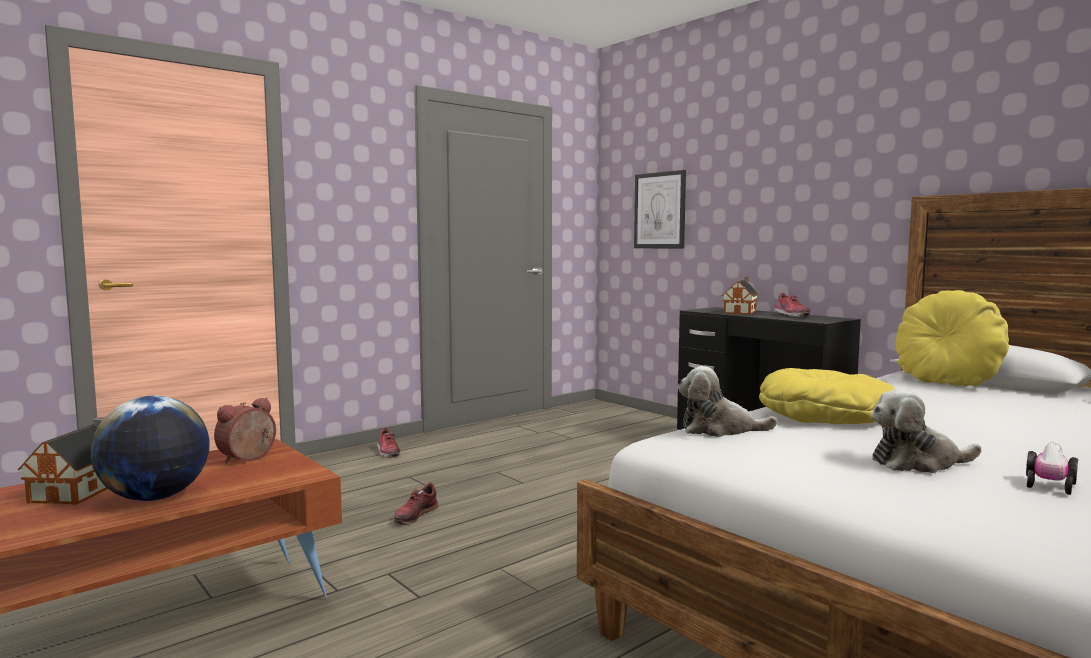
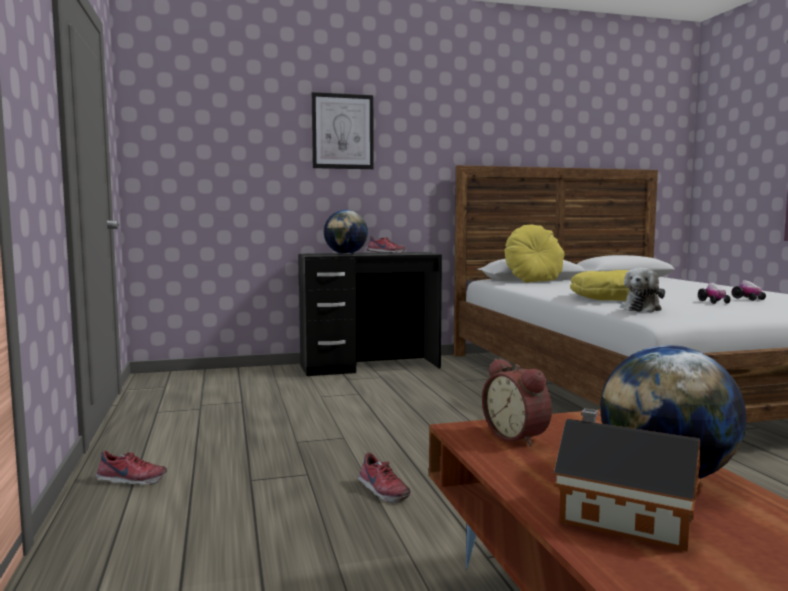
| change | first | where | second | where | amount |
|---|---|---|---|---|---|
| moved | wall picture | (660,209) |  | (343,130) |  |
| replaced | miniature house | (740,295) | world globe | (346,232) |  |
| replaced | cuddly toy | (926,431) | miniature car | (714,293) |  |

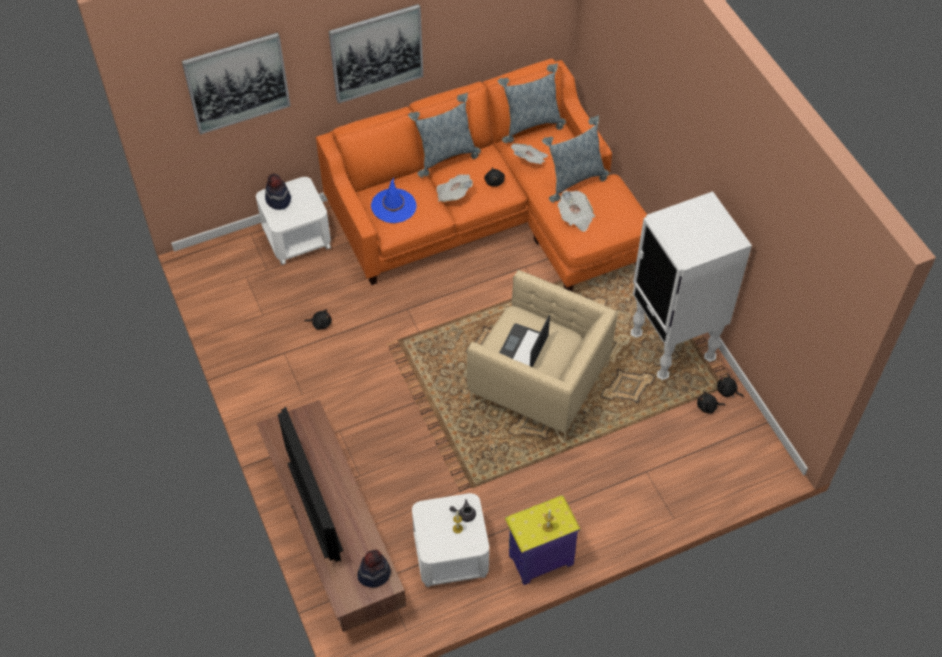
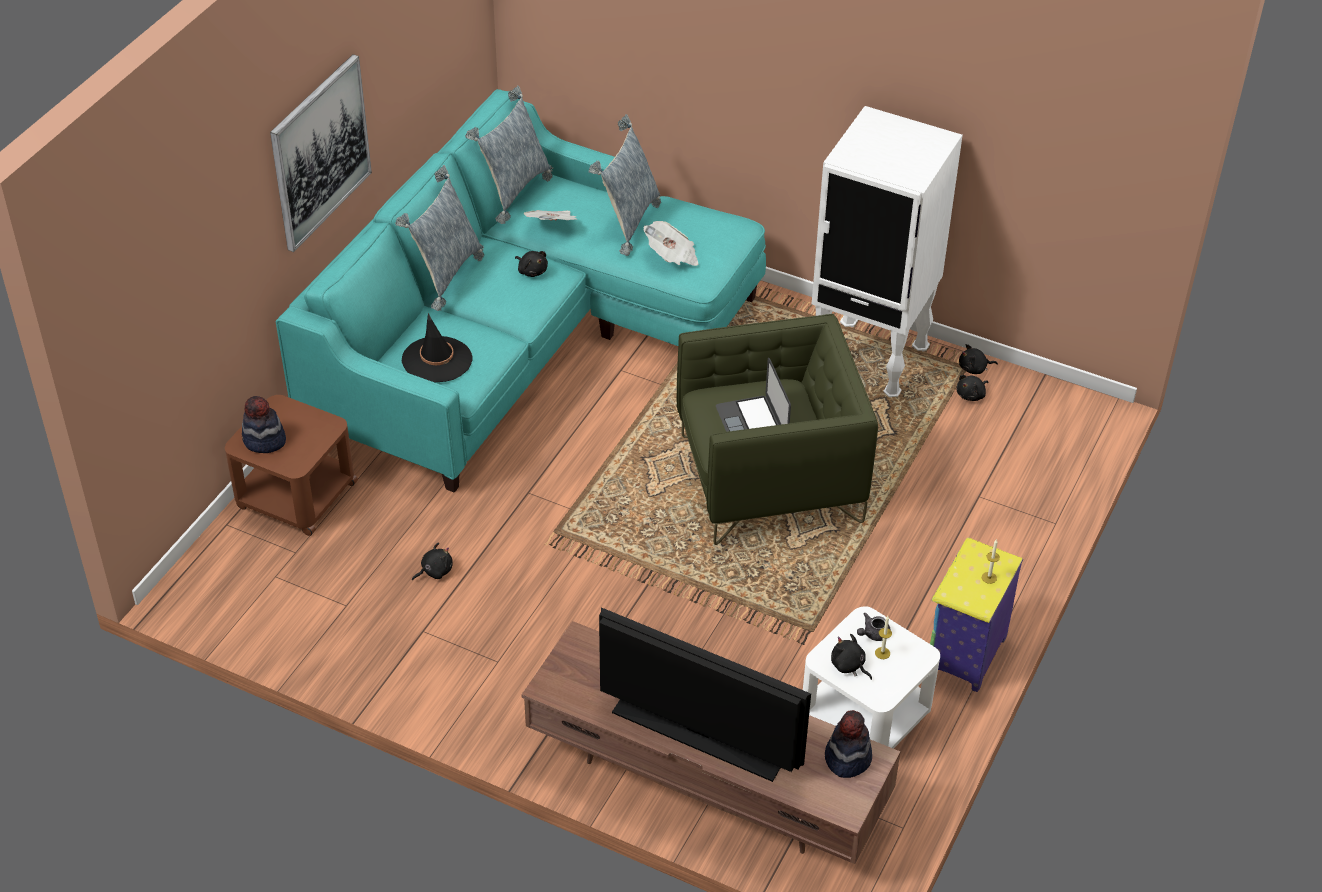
| change | first | where | second | where | amount |
|---|---|---|---|---|---|
| recoloured | white-coloured end table | (293,220) | brownish end table | (291,465) |  |
| recoloured | orange-coloured couch | (481,175) | turquoise couch | (521,291) |  |
| recoloured | blue-coloured wearable hat | (394,200) | black-coloured wearable hat | (437,347) |  |
| recoloured | beige lounge chair | (542,356) | green lounge chair | (777,429) |  |
| added |  |  | black-coloured cuddly toy | (851,657) |  |
| removed | wall picture | (236,83) |  |  |  |
| removed | printed paper | (454,188) |  |  |  |

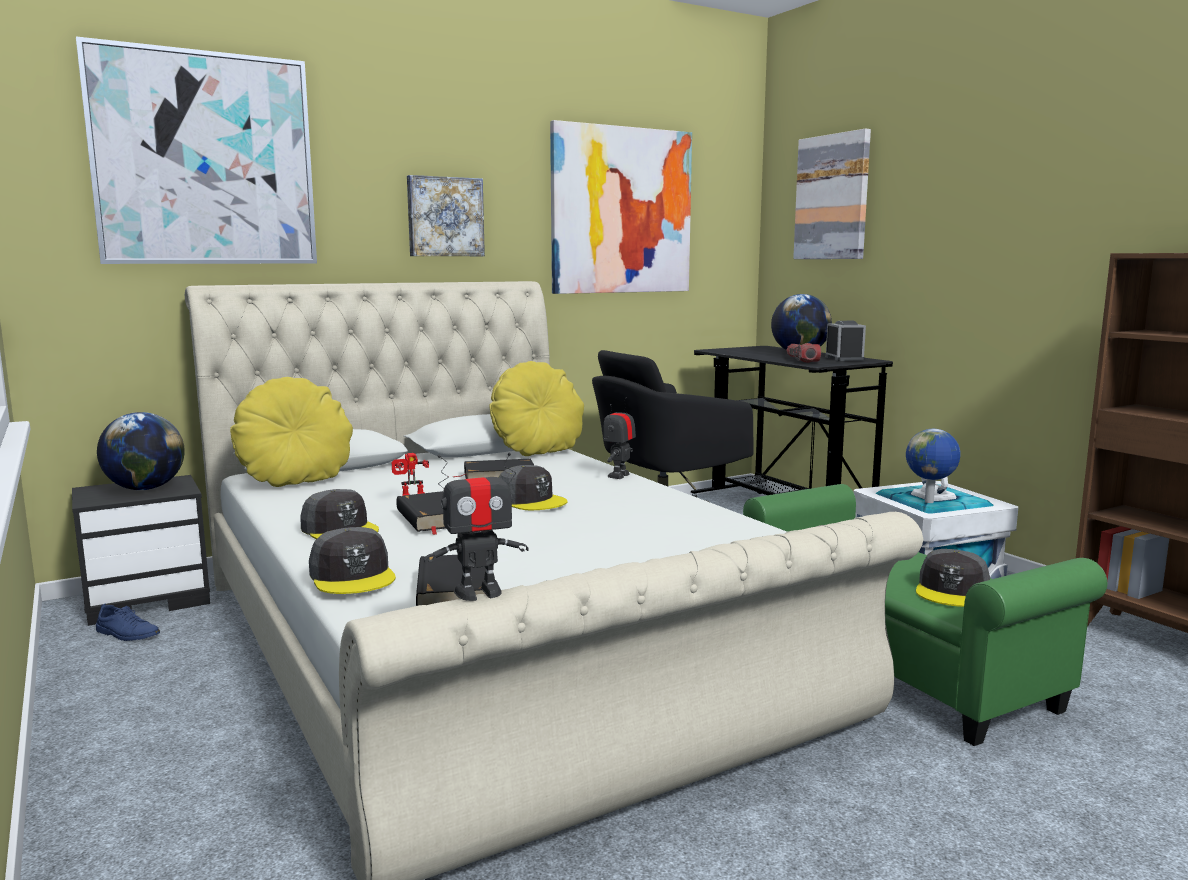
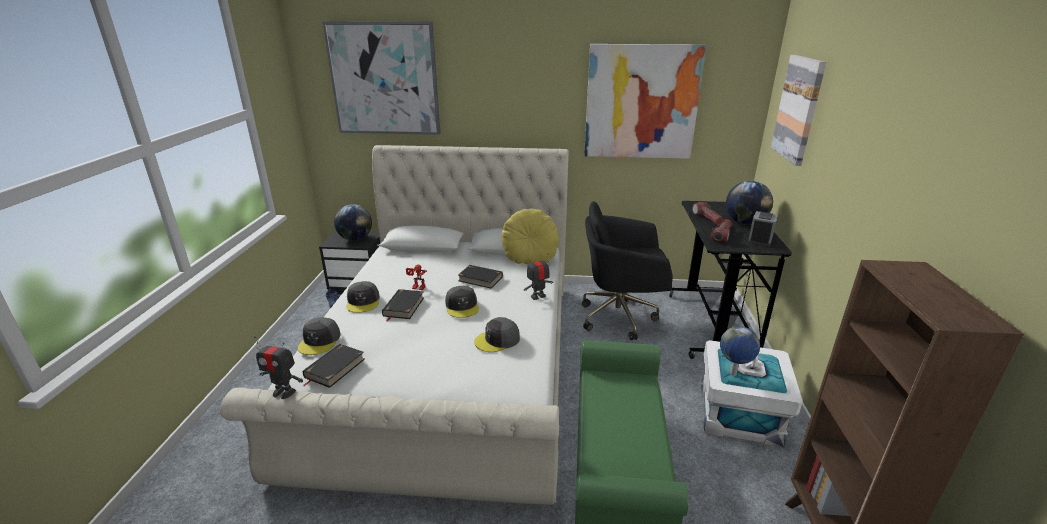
| change | first | where | second | where | amount |
|---|---|---|---|---|---|
| moved | gray cap | (953,578) |  | (497,334) |  |
| added |  |  | hand torch | (708,213) |  |
| removed | yellow pillow | (291,432) |  |  |  |
| removed | wall picture | (446,215) |  |  |  |

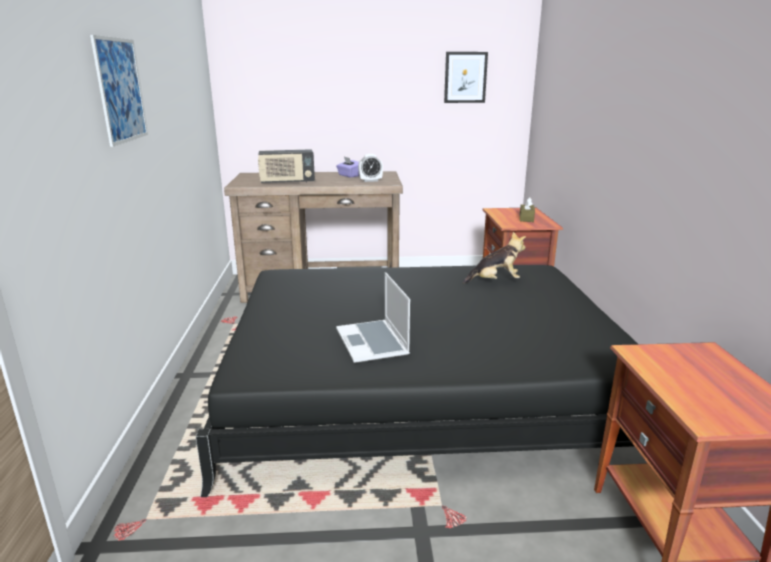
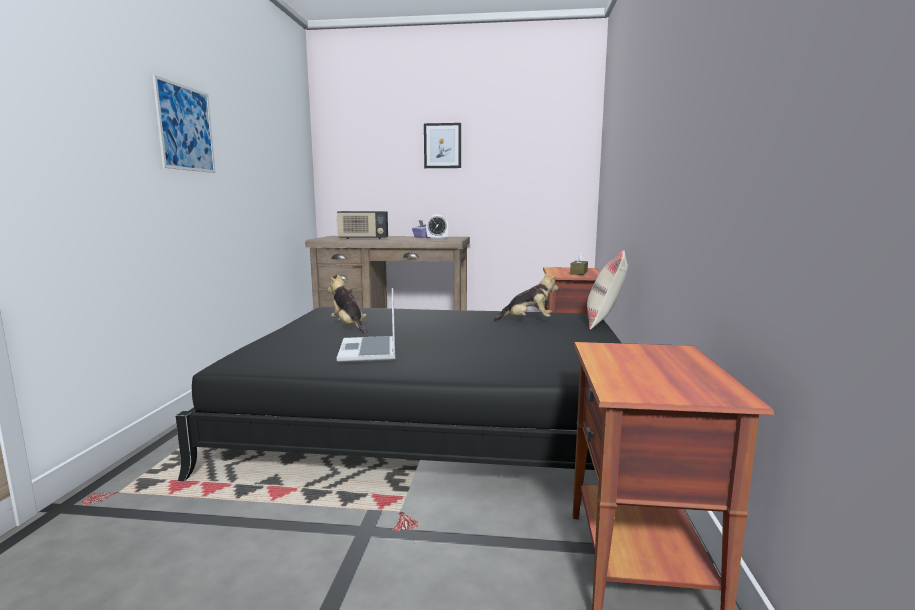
| change | first | where | second | where | amount |
|---|---|---|---|---|---|
| added |  |  | cuddly toy | (348,304) |  |
| moved | wall picture | (466,77) |  | (442,145) |  |
| added |  |  | beige pillow | (607,290) |  |

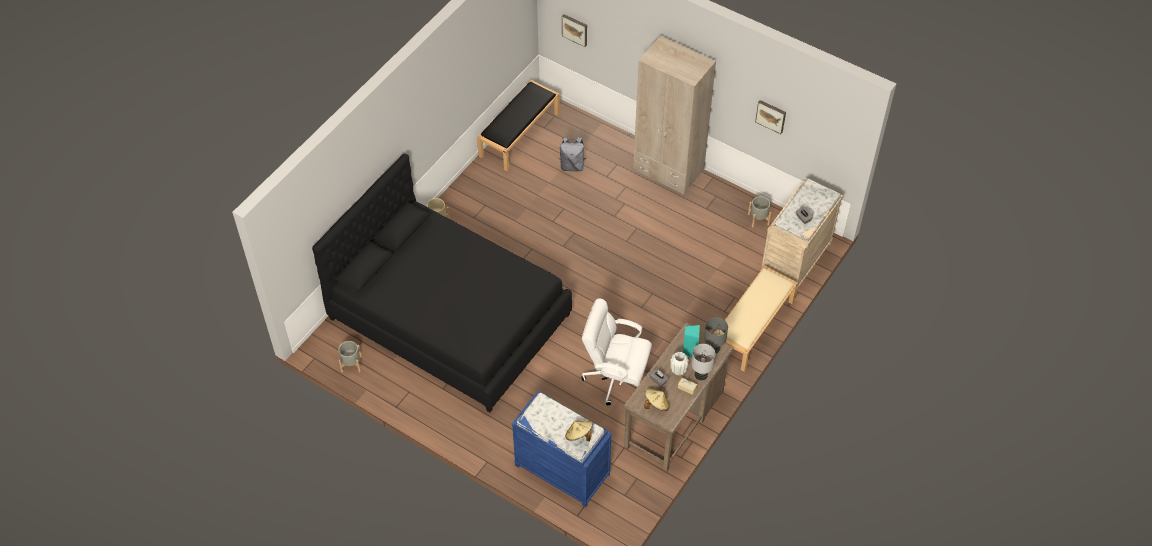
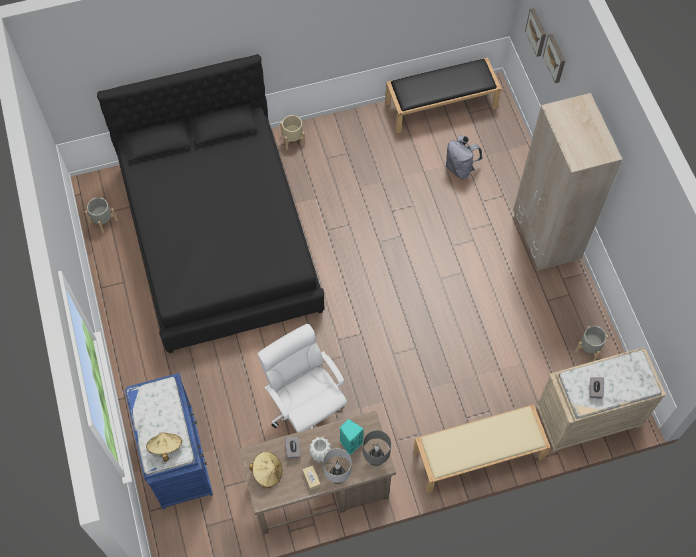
| change | first | where | second | where | amount |
|---|---|---|---|---|---|
| moved | wall picture | (770,117) |  | (554,58) |  |

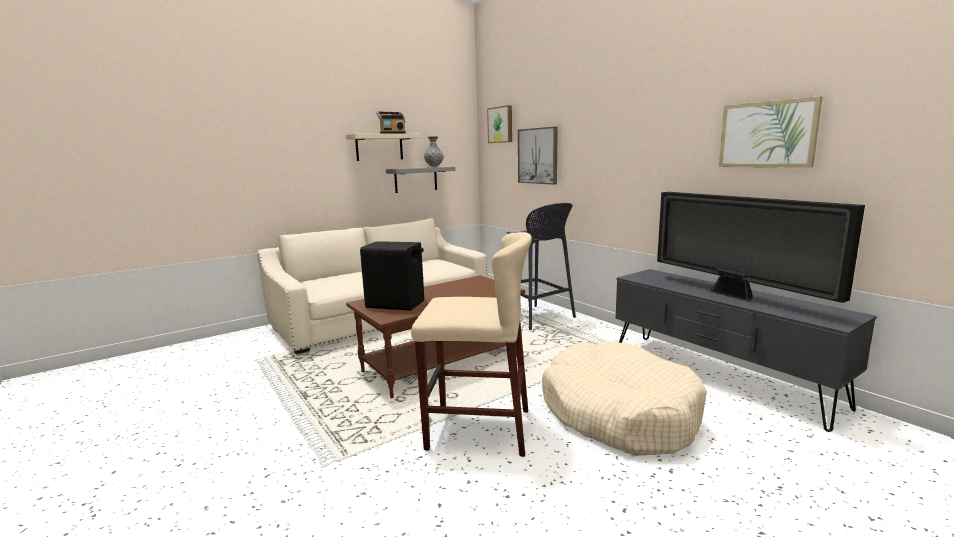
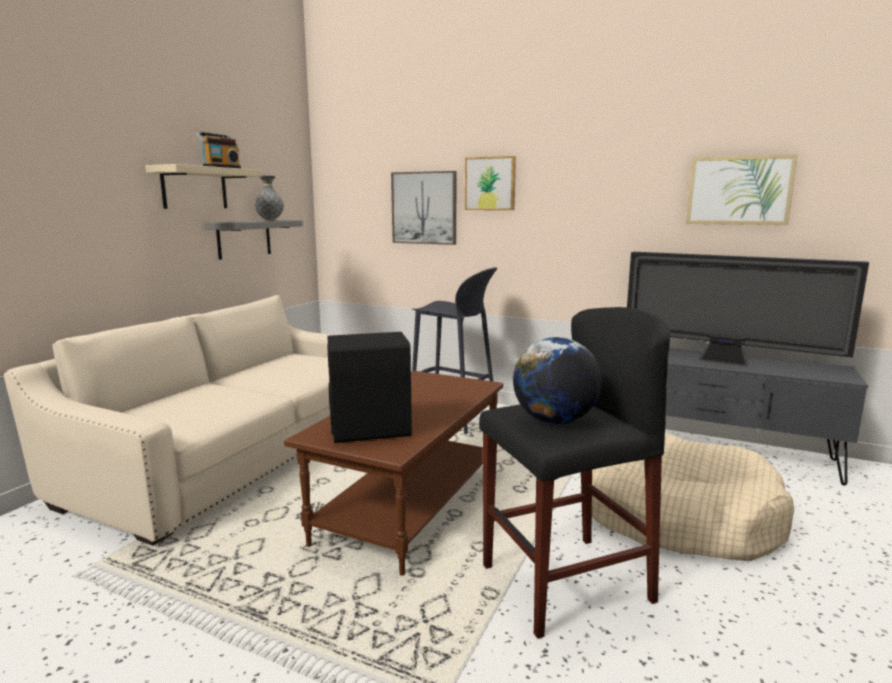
| change | first | where | second | where | amount |
|---|---|---|---|---|---|
| moved | wall picture | (499,124) |  | (490,183) |  |
| recoloured | beige stool | (471,344) | black-coloured stool | (574,473) |  |
| added |  |  | world globe | (557,380) |  |

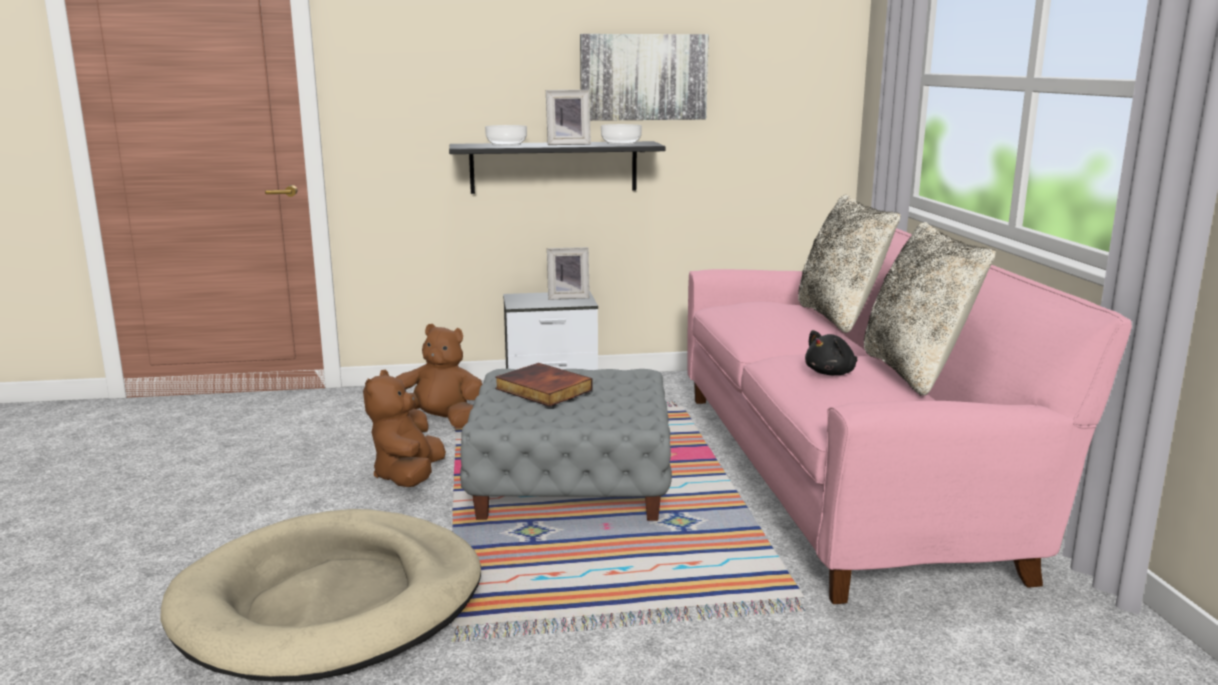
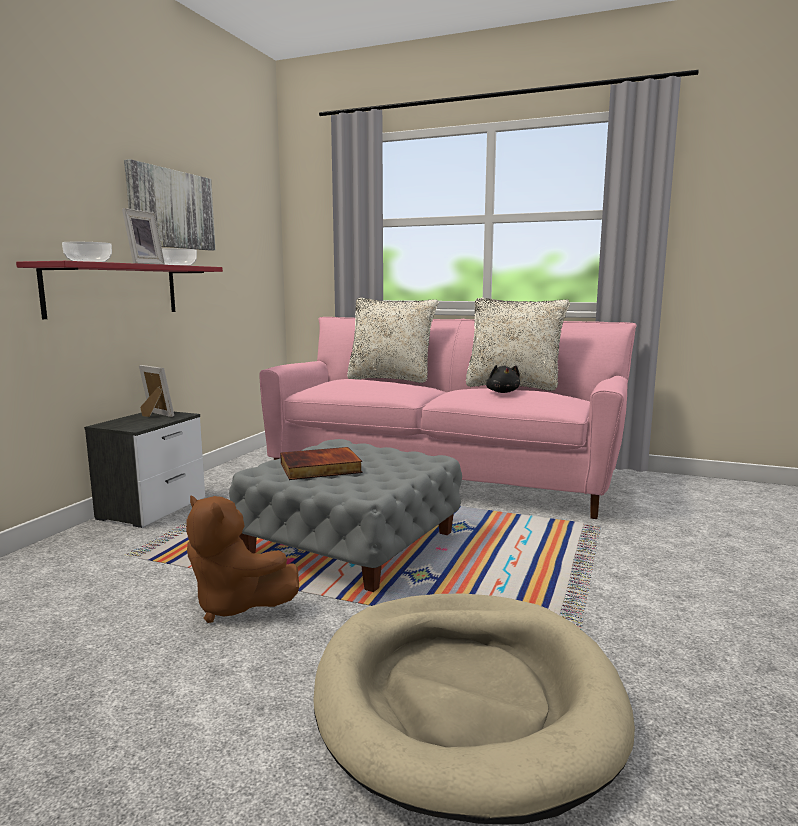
| change | first | where | second | where | amount |
|---|---|---|---|---|---|
| recoloured | black-coloured bracket shelf | (557,167) | reddish bracket shelf | (119,290) |  |
| turned | picture frame | (568,273) |  | (156,391) | 75 degrees counterclockwise |
| removed | brownish cuddly toy | (438,376) |  |  |  |

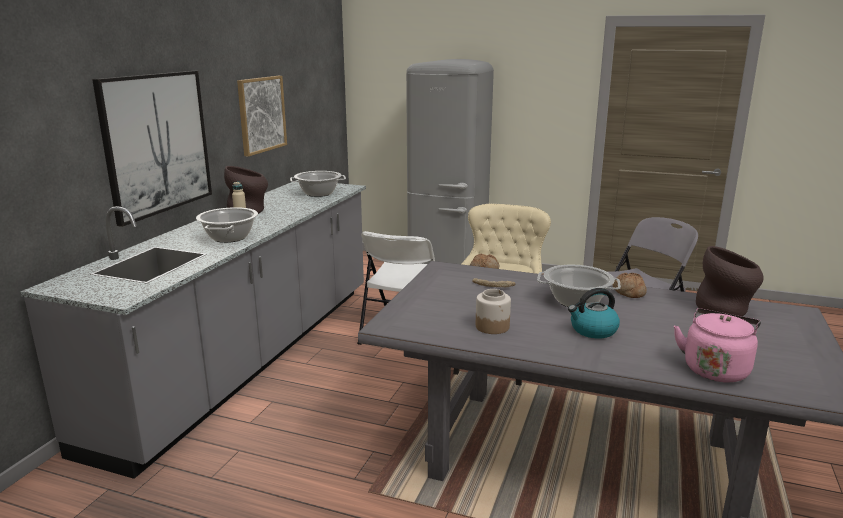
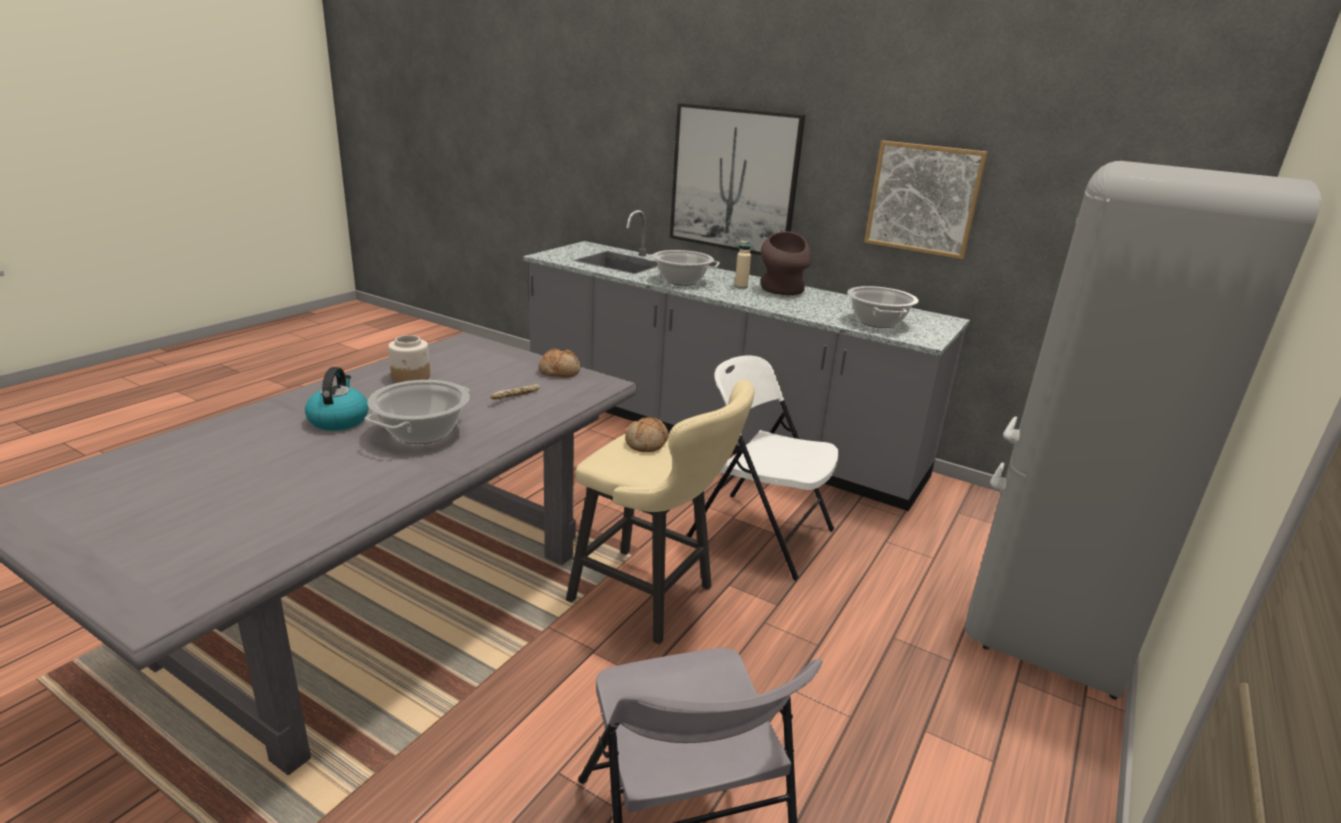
| change | first | where | second | where | amount |
|---|---|---|---|---|---|
| moved | bread | (630,285) |  | (559,363) |  |
| removed | pinkish water kettle | (717,345) |  |  |  |
| removed | brownish vase | (730,281) |  |  |  |

